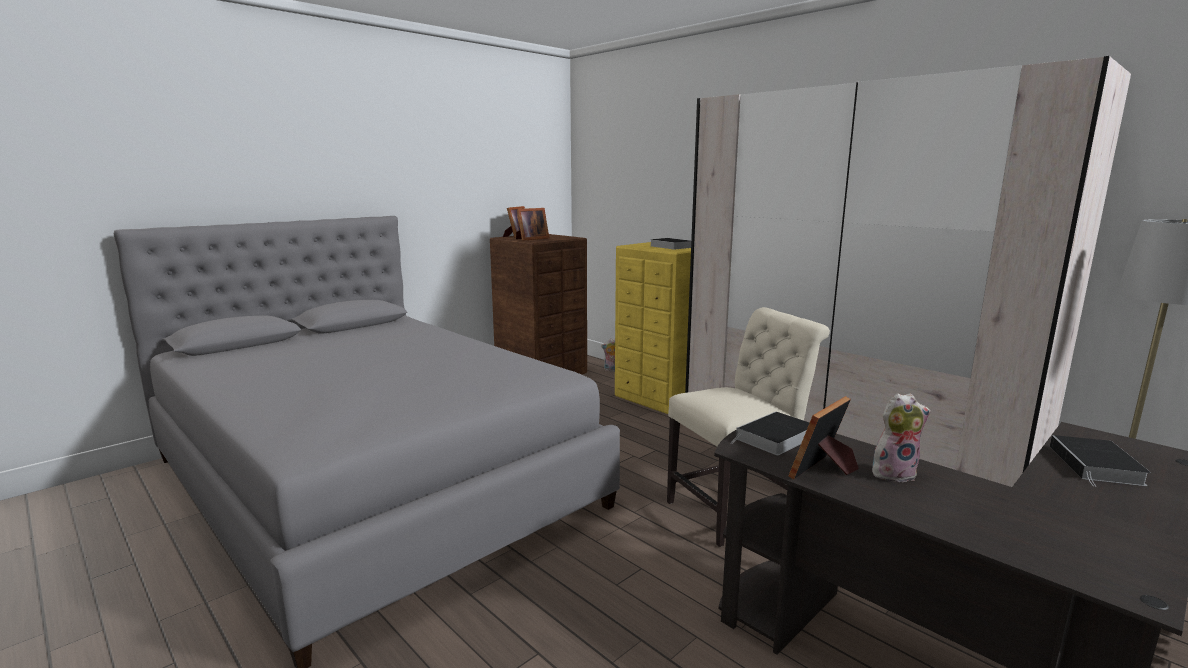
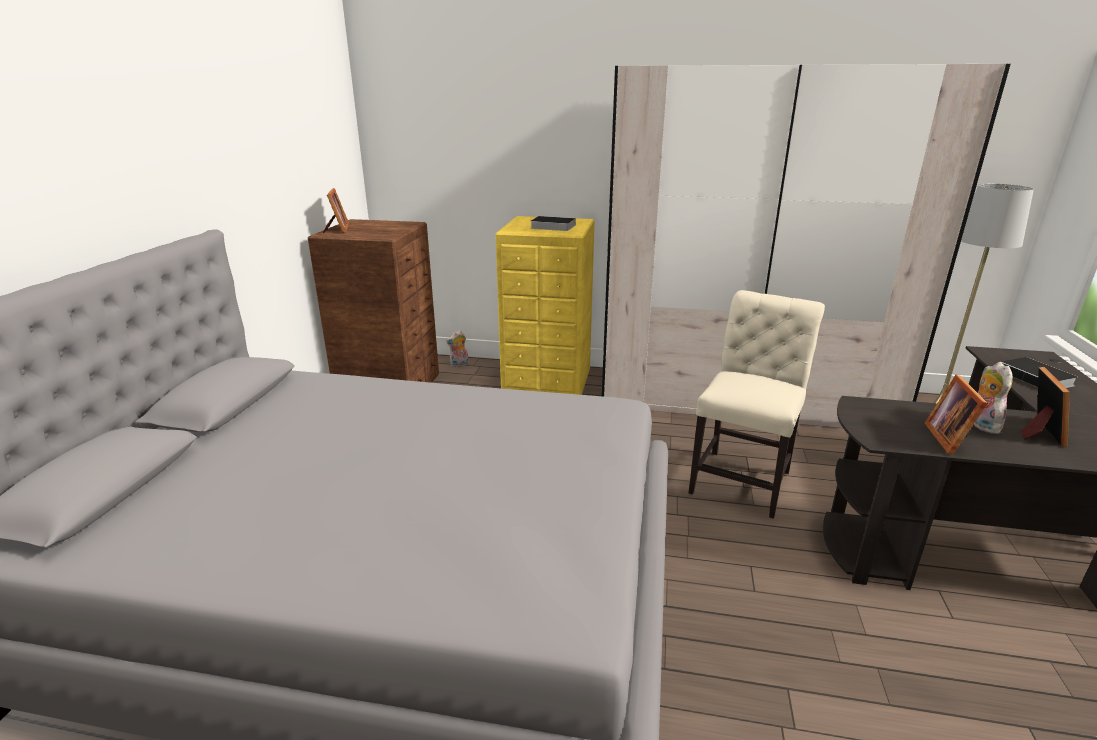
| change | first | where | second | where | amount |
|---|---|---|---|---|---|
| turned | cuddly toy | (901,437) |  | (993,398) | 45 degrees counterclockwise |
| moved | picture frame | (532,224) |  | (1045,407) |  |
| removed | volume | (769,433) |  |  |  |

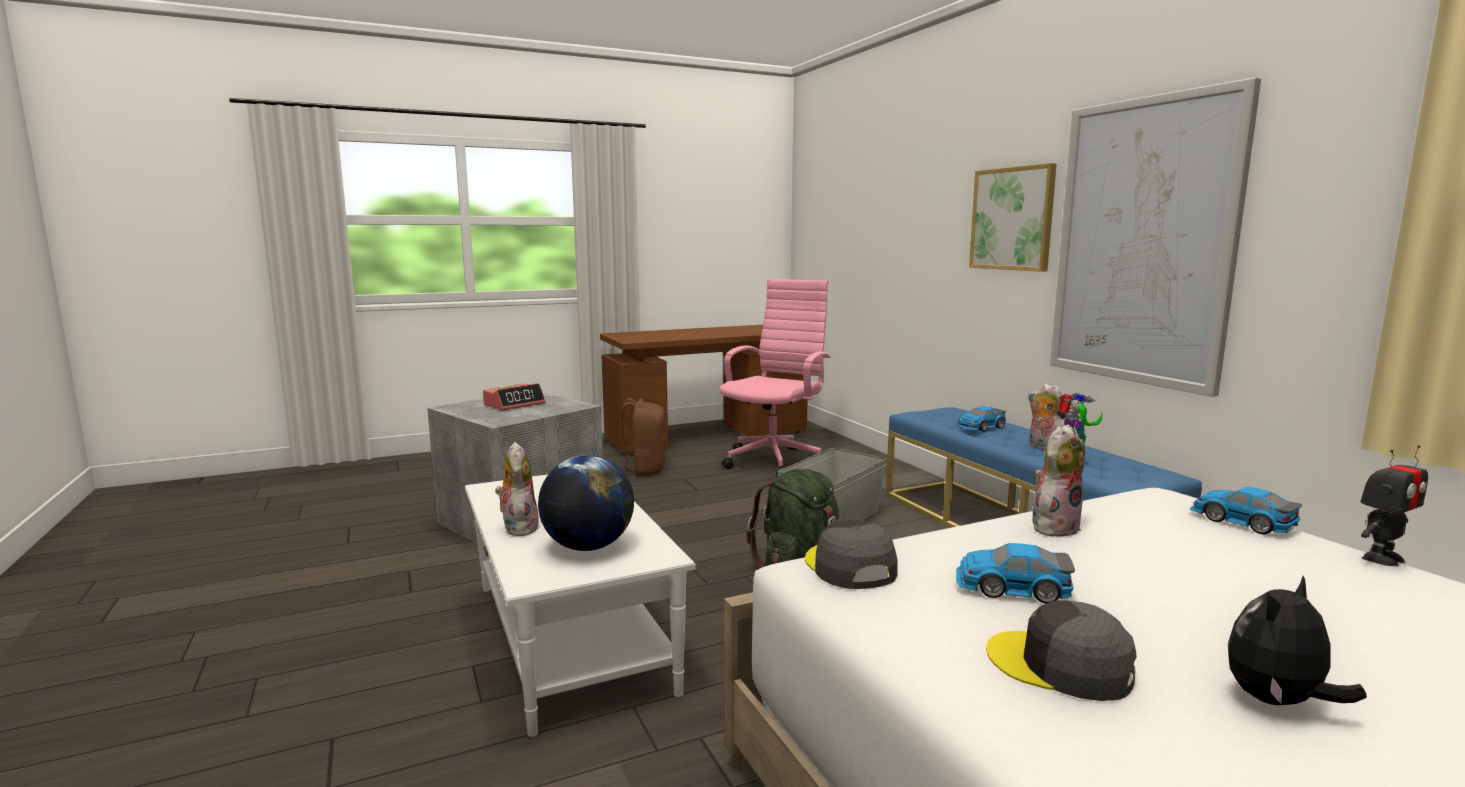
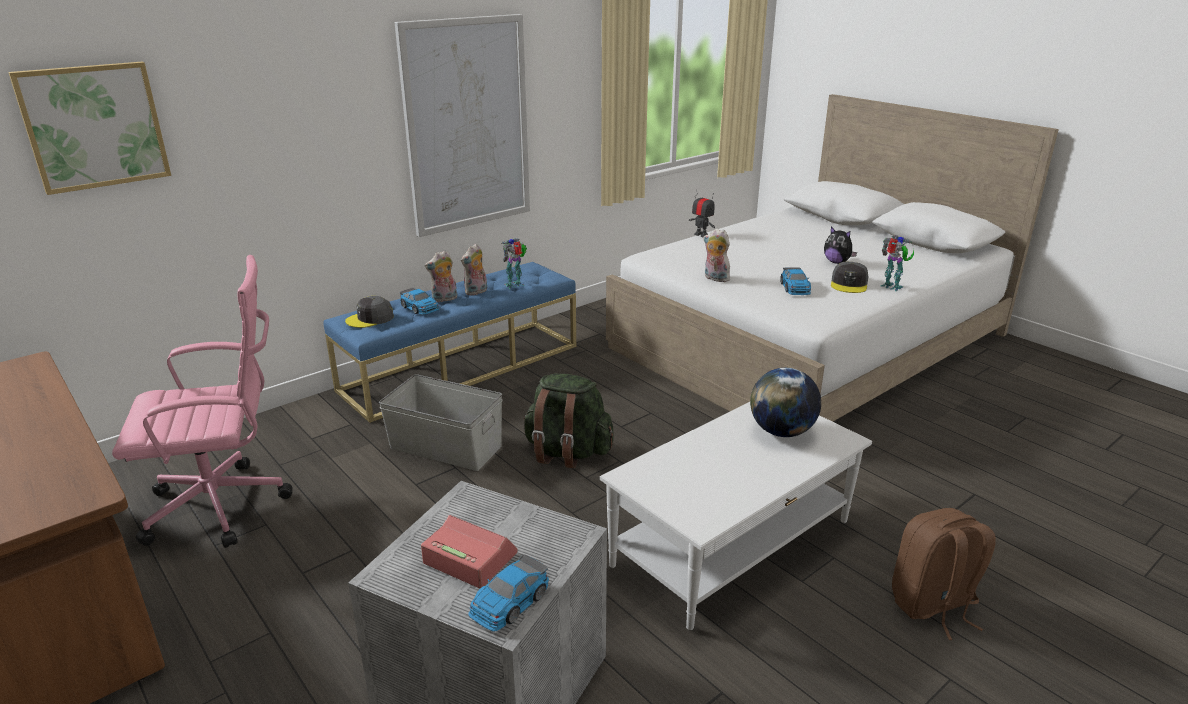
| change | first | where | second | where | amount |
|---|---|---|---|---|---|
| moved | wall picture | (1013,217) |  | (89,128) |  |
| turned | pinkish office chair | (775,378) |  | (202,401) | 150 degrees clockwise |
| moved | gray cap | (851,554) |  | (369,312) |  |
| moved | cuddly toy | (517,489) |  | (441,276) |  |
| moved | miniature car | (1246,510) |  | (508,593) |  |
| added |  |  | toy robot | (897,263) |  |
| moved | brownish knapsack | (640,437) |  | (944,574) |  |

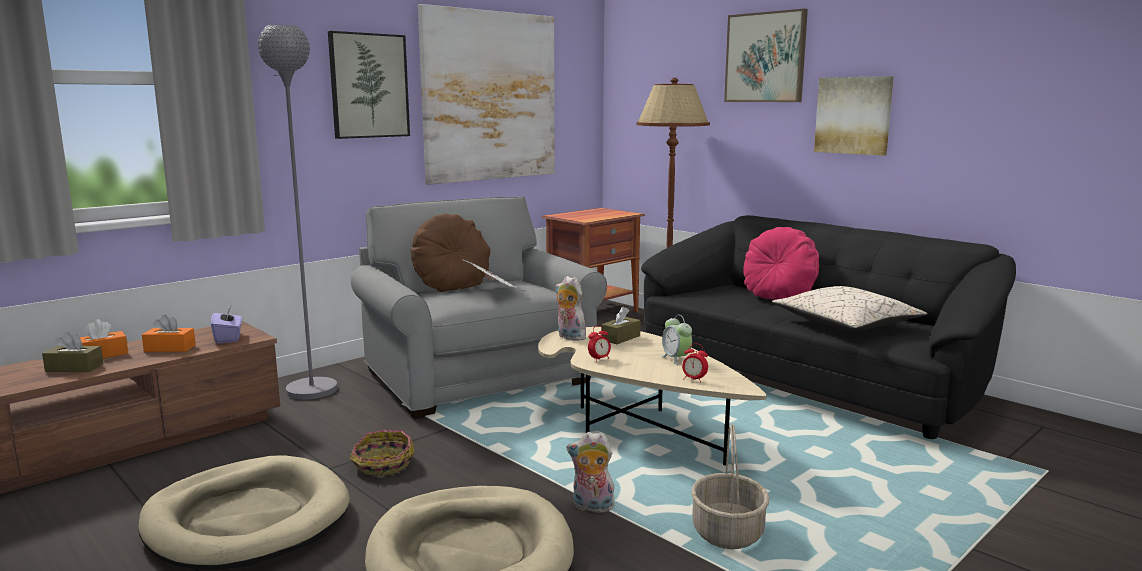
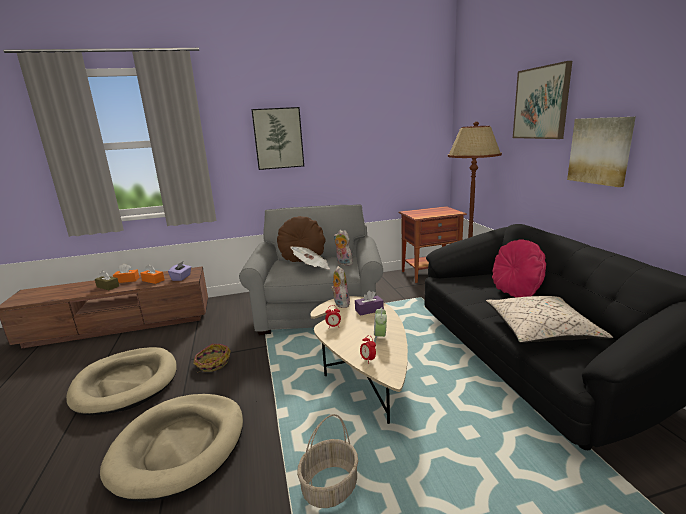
| change | first | where | second | where | amount |
|---|---|---|---|---|---|
| moved | cuddly toy | (592,472) |  | (343,248) |  |
| recoloured | brownish box of tissues | (621,325) | purple box of tissues | (369,303) |  |
| removed | gray standing lamp | (298,212) |  |  |  |
| removed | wall picture | (486,94) |  |  |  |

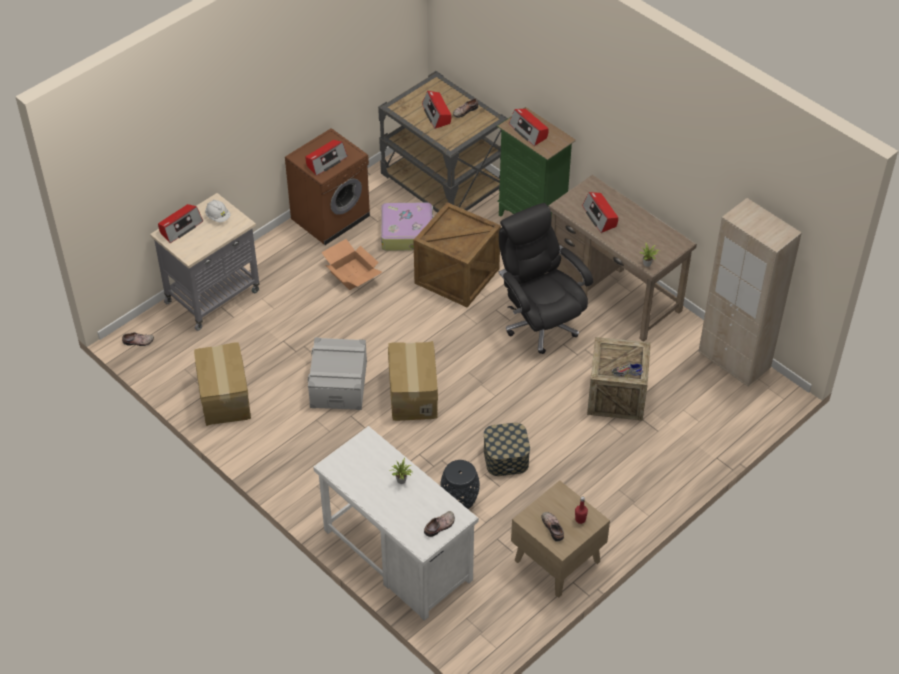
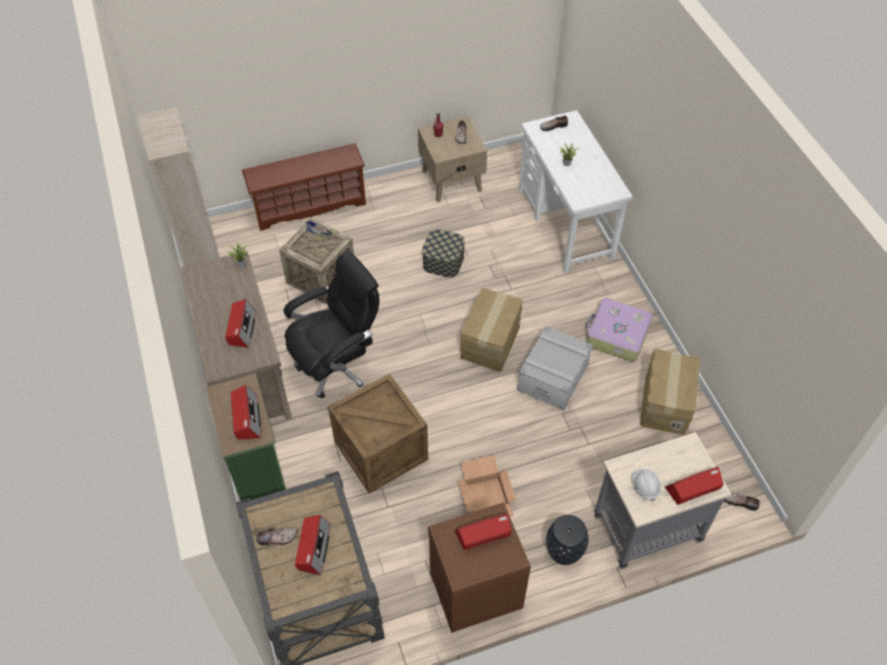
| change | first | where | second | where | amount |
|---|---|---|---|---|---|
| added |  |  | brownish shoe shelf | (304,187) |  |
| turned | black-coloured office chair | (546,278) |  | (331,324) | 120 degrees counterclockwise |
| moved | black-coloured stool | (460,484) |  | (567,540) |  |
| moved | piece of luggage | (407,226) |  | (619,330) |  |

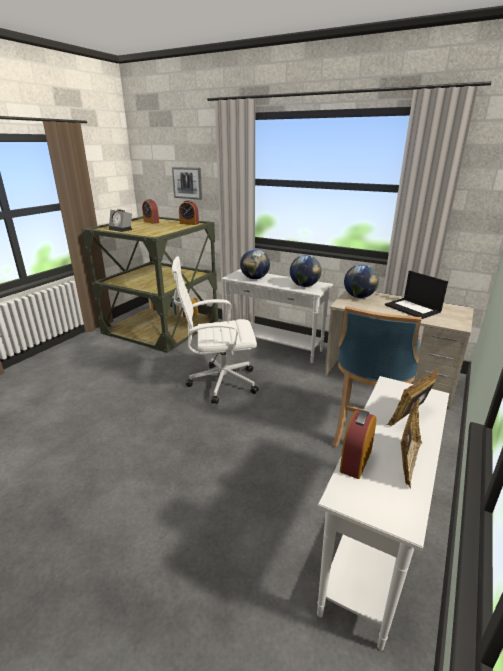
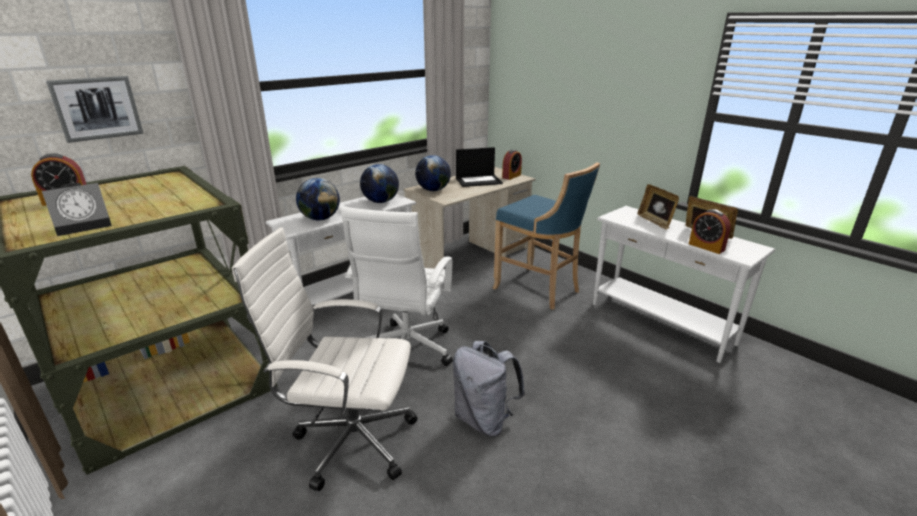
| change | first | where | second | where | amount |
|---|---|---|---|---|---|
| added |  |  | white-coloured office chair | (324,359) |  |
| added |  |  | gray knapsack | (489,389) |  |
| moved | bedside clock | (189,212) |  | (512,165) |  |

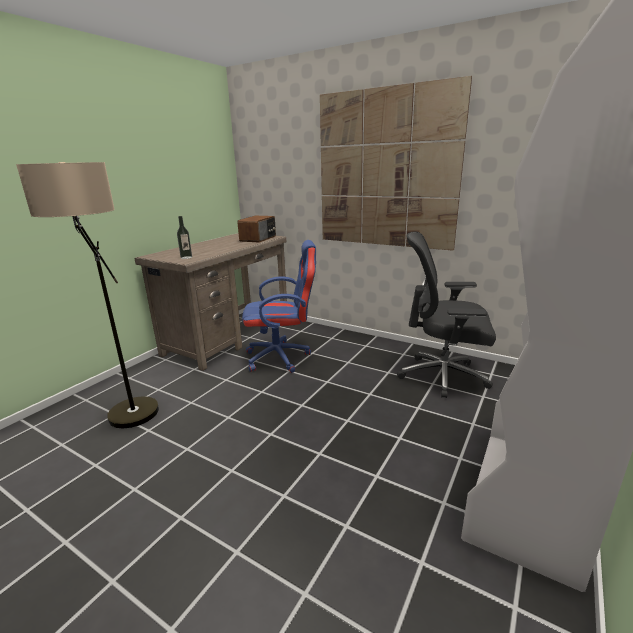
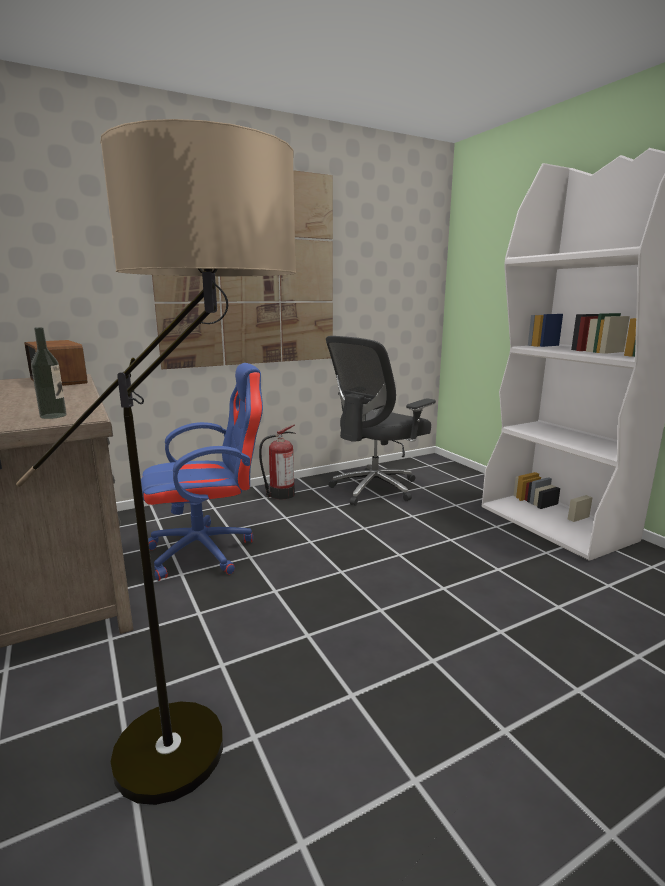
| change | first | where | second | where | amount |
|---|---|---|---|---|---|
| turned | blue-coloured office chair | (279,306) |  | (202,472) | 45 degrees clockwise |
| added |  |  | fire-fighting cylinder | (277,462) |  |

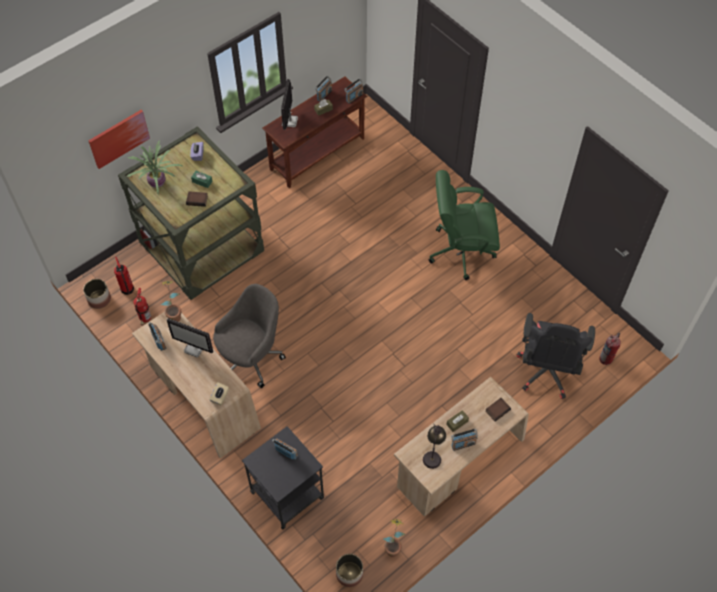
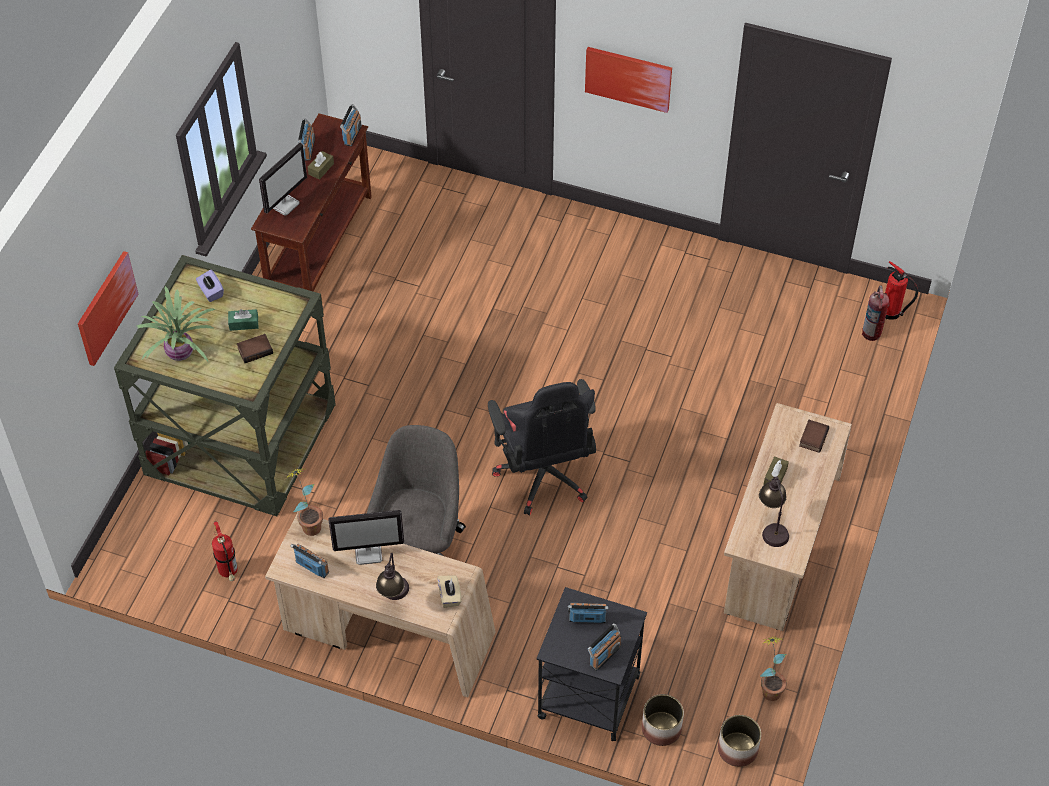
| change | first | where | second | where | amount |
|---|---|---|---|---|---|
| turned | monitor | (289,104) |  | (283,179) | 120 degrees counterclockwise |
| added |  |  | lamp for a table | (392,576) |  |
| moved | black-coloured office chair | (555,356) |  | (542,447) |  |
| added |  |  | wall picture | (628,80) |  |
| moved | radio receiver | (464,440) |  | (604,647) |  |
| moved | planter | (97,294) |  | (663,720) |  |
| moved | fire-fighting cylinder | (124,276) |  | (901,290) |  |
| removed | green office chair | (464,225) |  |  |  |

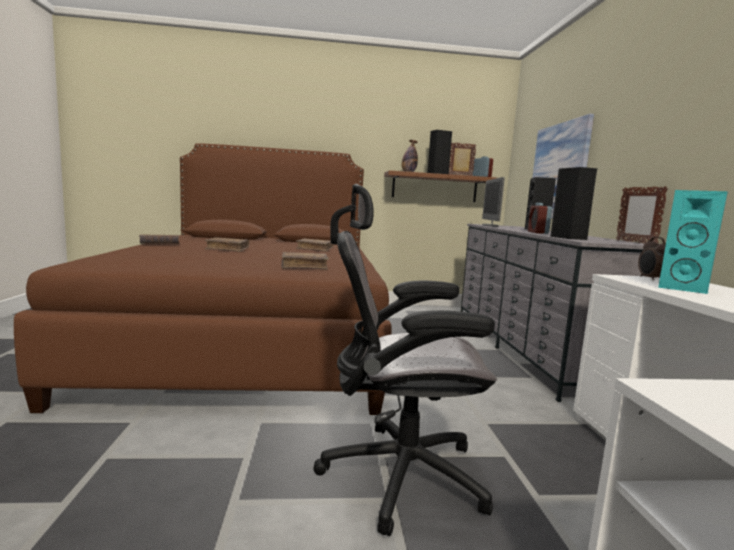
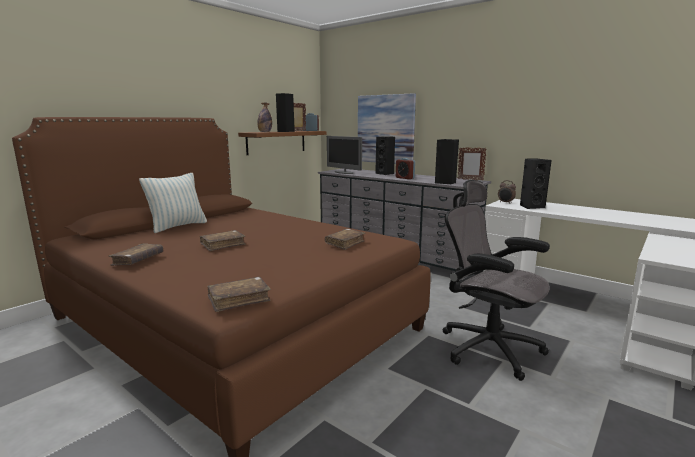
| change | first | where | second | where | amount |
|---|---|---|---|---|---|
| added |  |  | pillow | (173,203) |  |
| moved | brownish volume | (315,245) |  | (239,294) |  |
| turned | office chair | (405,360) |  | (496,280) | 90 degrees clockwise |
| recoloured | turquoise audio speaker | (693,242) | black-coloured audio speaker | (536,183) |  |

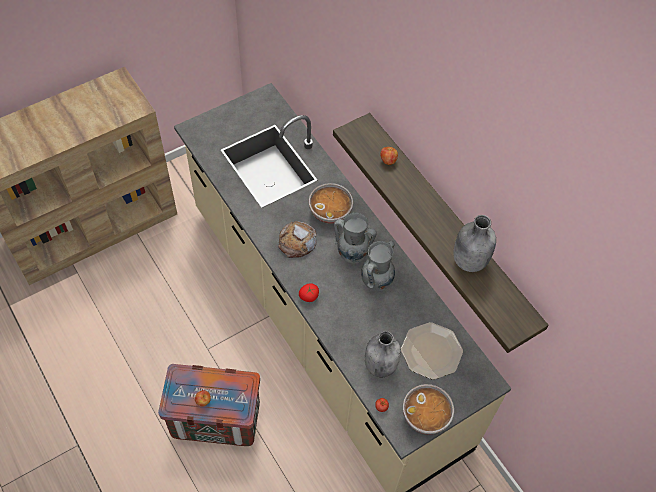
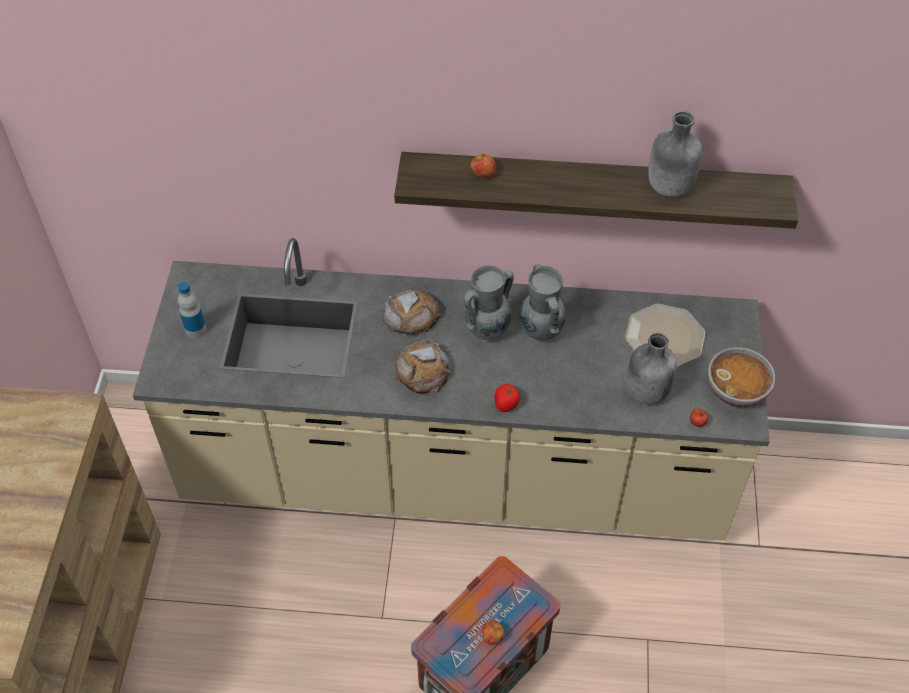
| change | first | where | second | where | amount |
|---|---|---|---|---|---|
| added |  |  | bottle | (192,310) |  |
| replaced | serving bowl | (331,203) | bread | (411,312) |  |

